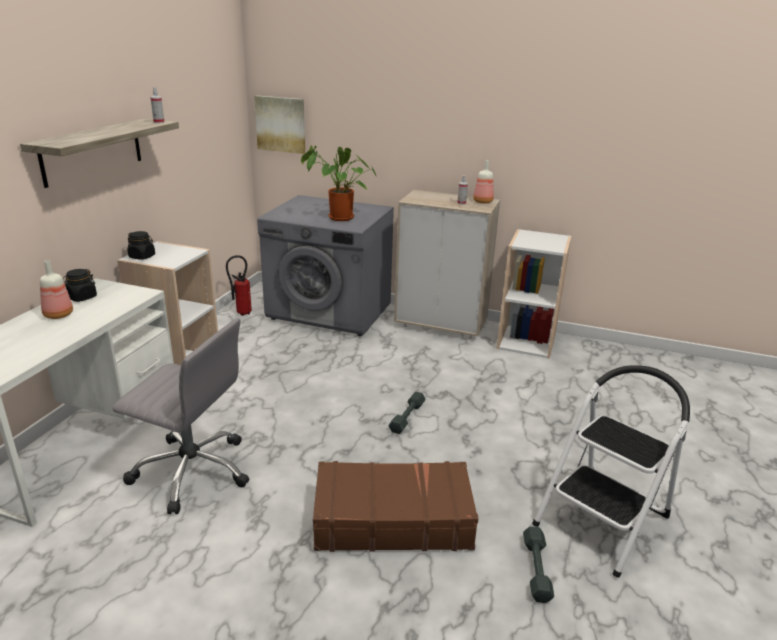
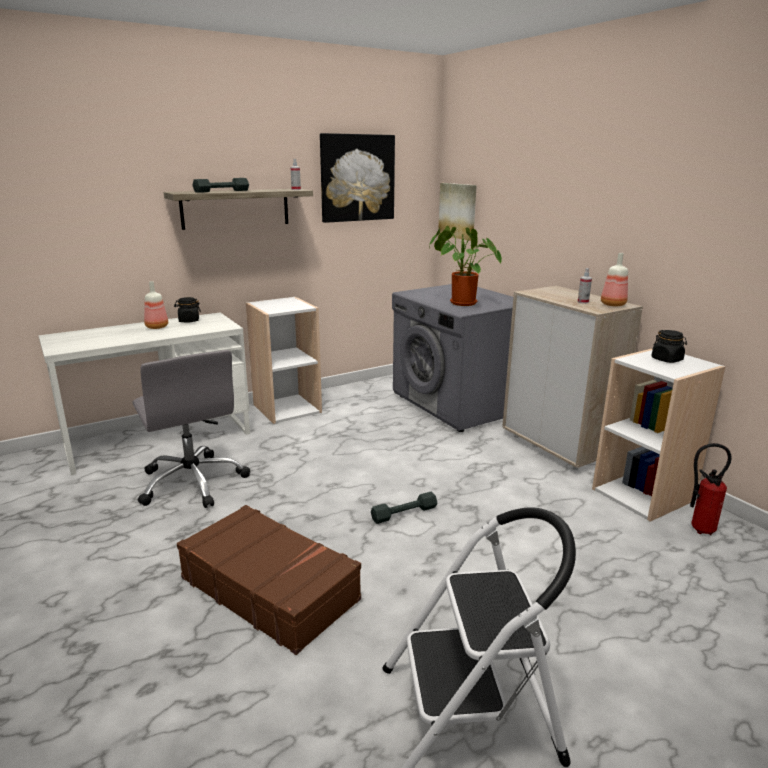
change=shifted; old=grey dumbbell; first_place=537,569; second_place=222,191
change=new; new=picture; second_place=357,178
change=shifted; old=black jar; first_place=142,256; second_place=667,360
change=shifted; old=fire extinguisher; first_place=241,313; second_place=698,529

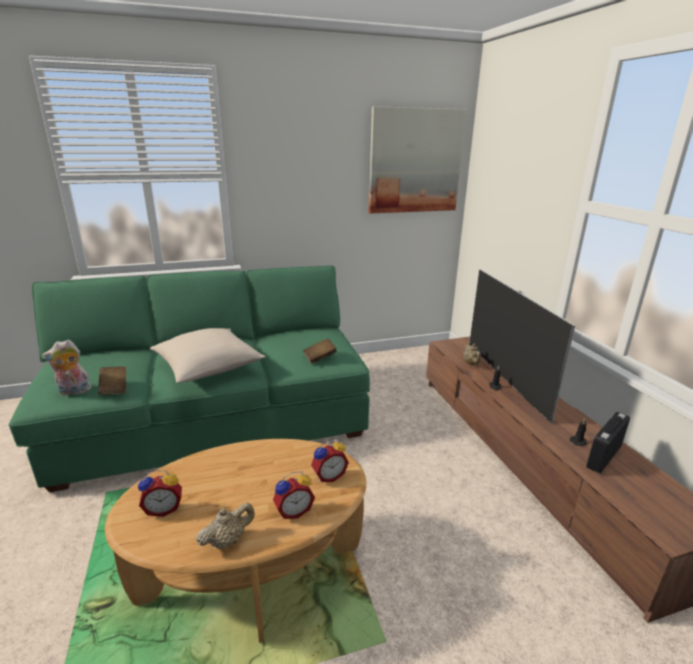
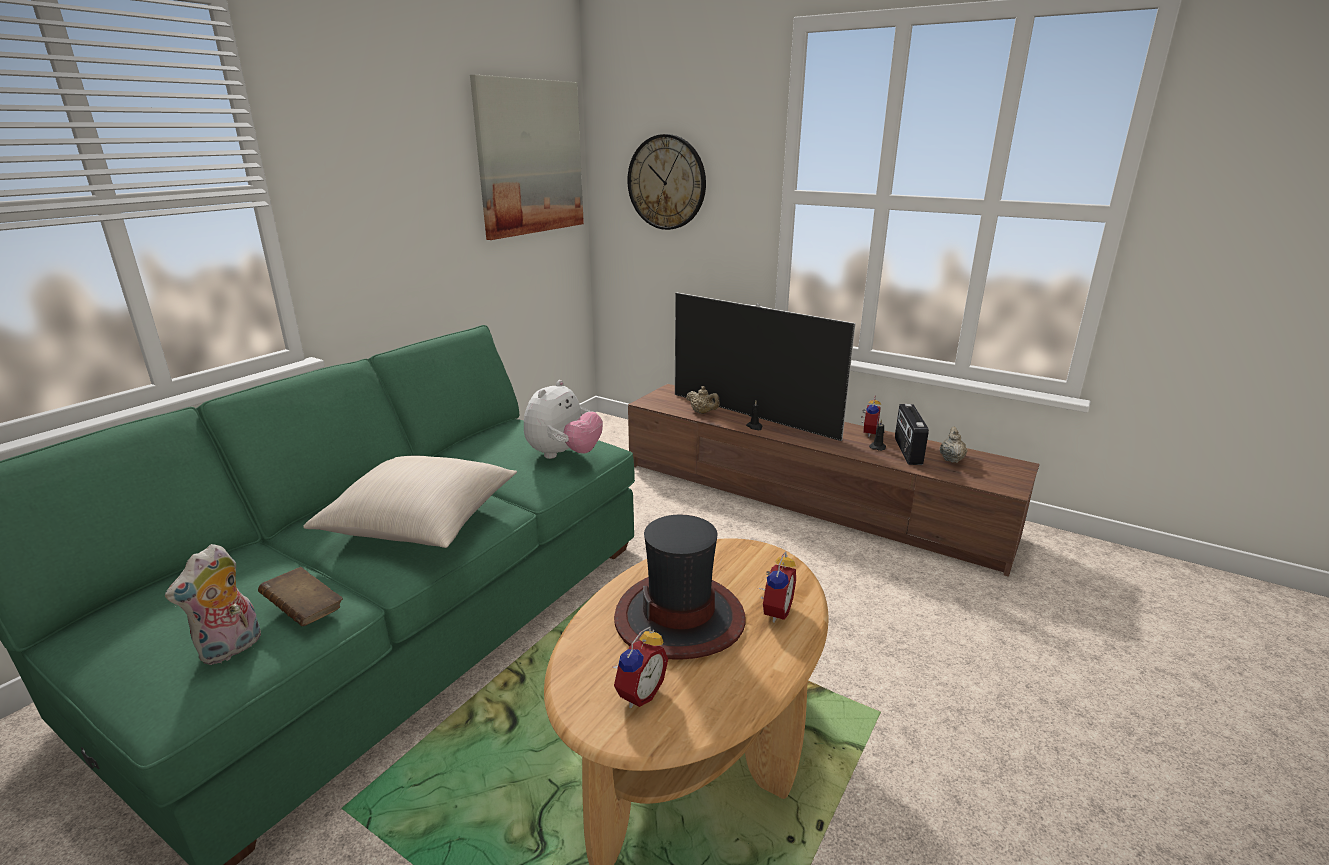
change=swapped; old=brown book; new=plush toy; first_place=320,357; second_place=564,455
change=new; new=hat; second_place=680,617
change=new; new=wall clock; second_place=666,182
change=shifted; old=alarm clock; first_place=328,476; second_place=867,433
change=shifted; old=beige teapot; first_place=228,540; second_place=951,459

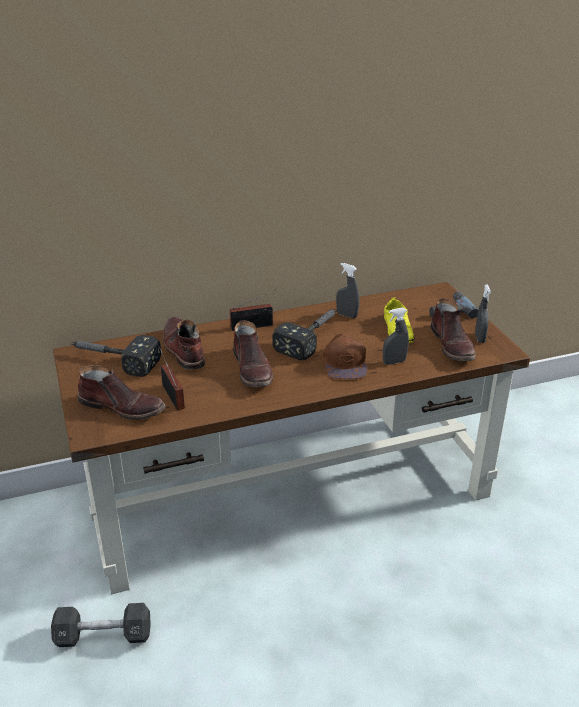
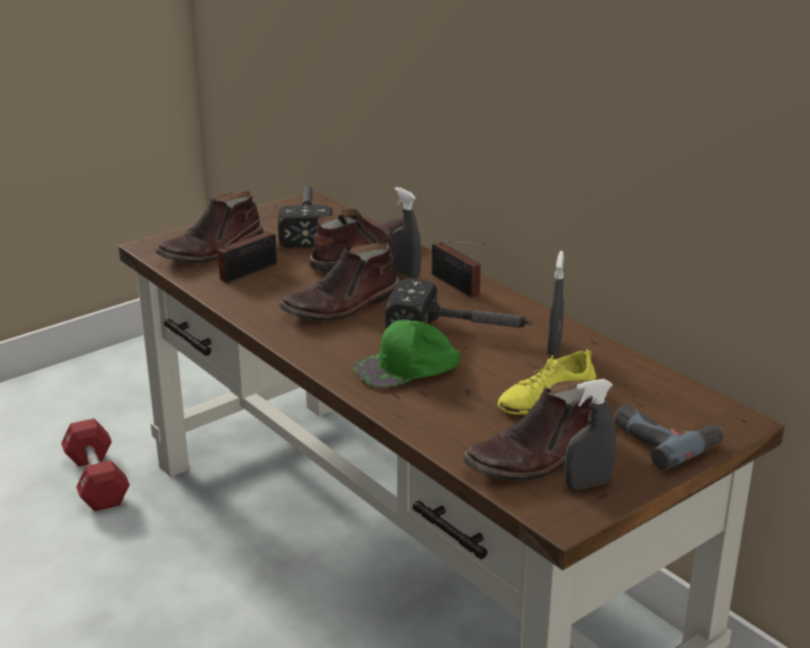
change=repainted; old=black dumbbell; new=red dumbbell; first_place=103,636; second_place=97,480
change=rotated; old=brown boot; first_place=123,407; second_place=212,250; degrees=45
change=repainted; old=brown cap; new=green cap; first_place=345,362; second_place=408,368
change=shifted; old=grey spray bottle; first_place=394,362; second_place=405,273

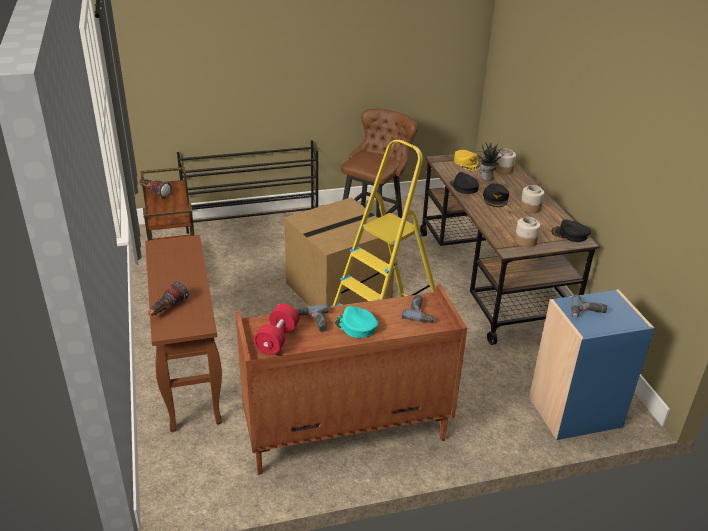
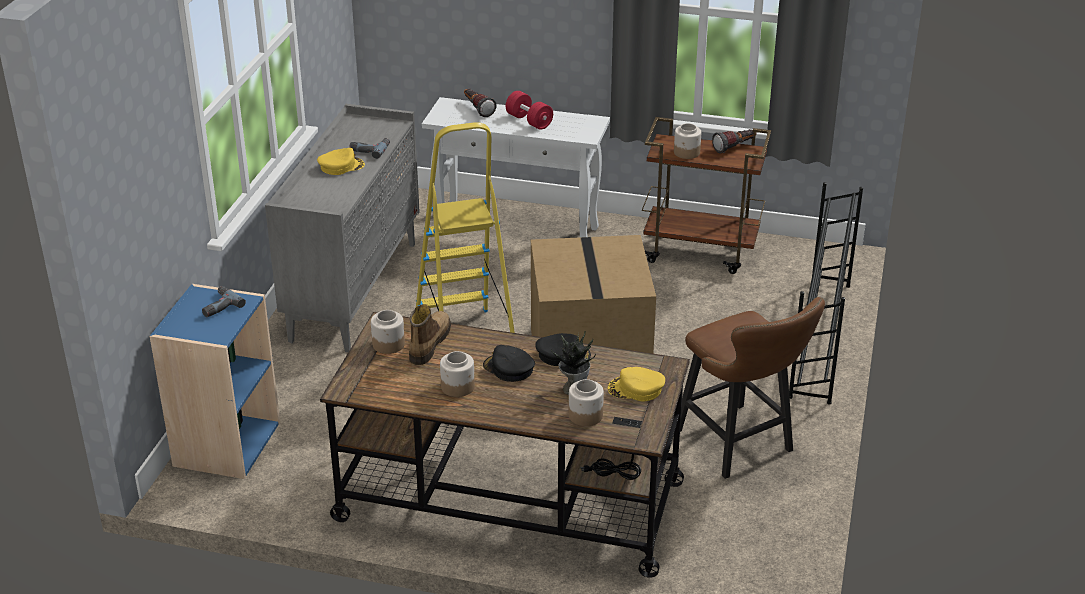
change=repainted; old=brown cabinet; new=grey cabinet; first_place=345,435; second_place=355,290
change=repainted; old=turquoise cap; new=yellow cap; first_place=356,326; second_place=341,166
change=new; new=boot; second_place=428,343
change=repainted; old=brown console table; new=white console table; first_place=189,376; second_place=518,230
change=shifted; old=red dumbbell; first_place=277,339; second_place=529,121
change=new; new=jar; second_place=687,153
change=gone; old=power drill; first_place=421,312
change=gone; old=black cap; first_place=570,234

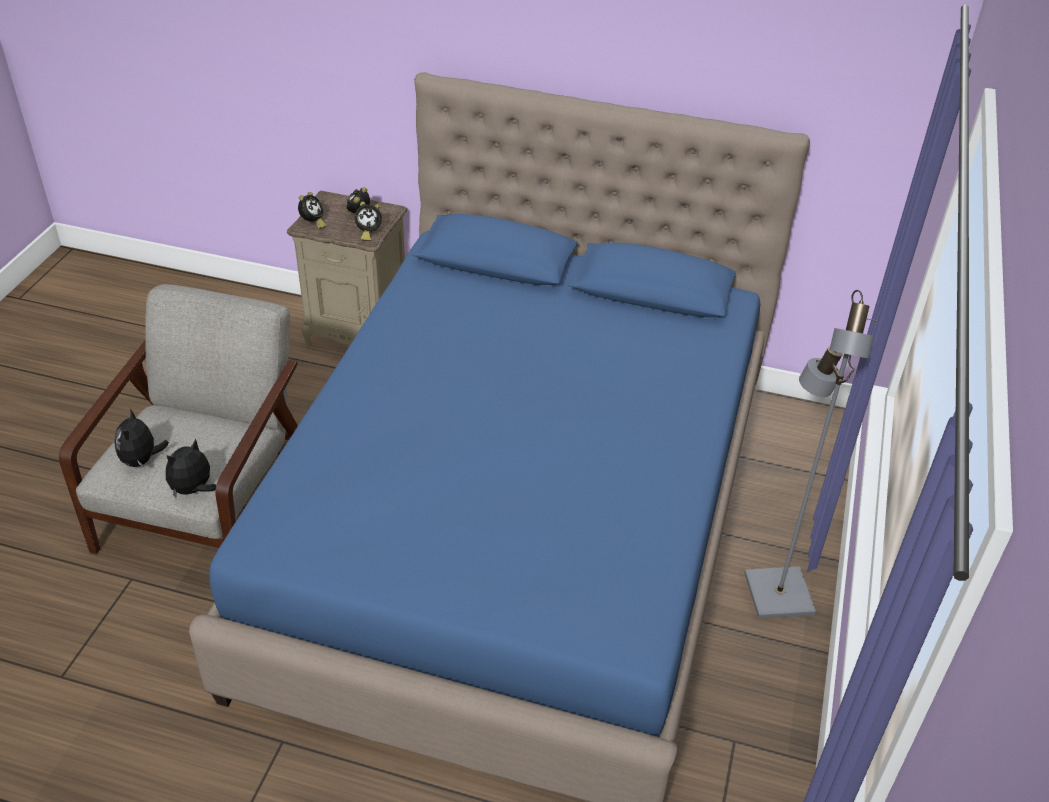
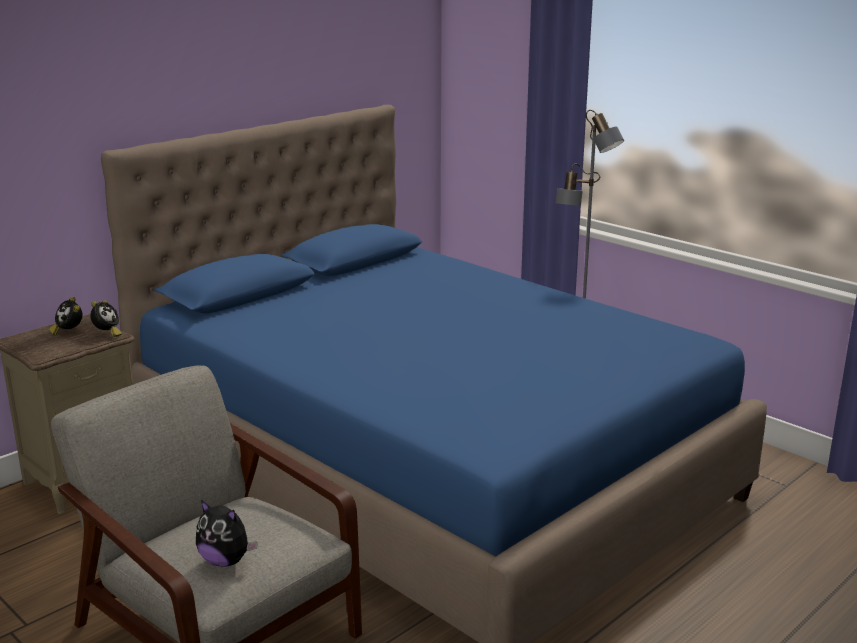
change=gone; old=plush toy; first_place=193,490
change=gone; old=alarm clock; first_place=312,223

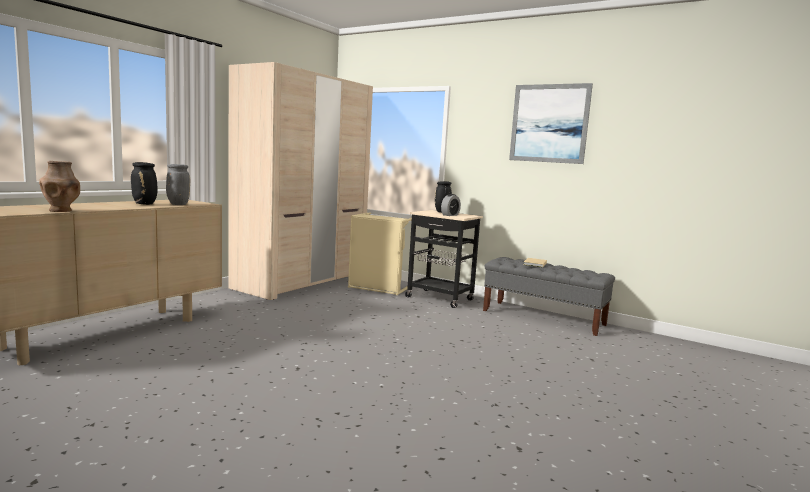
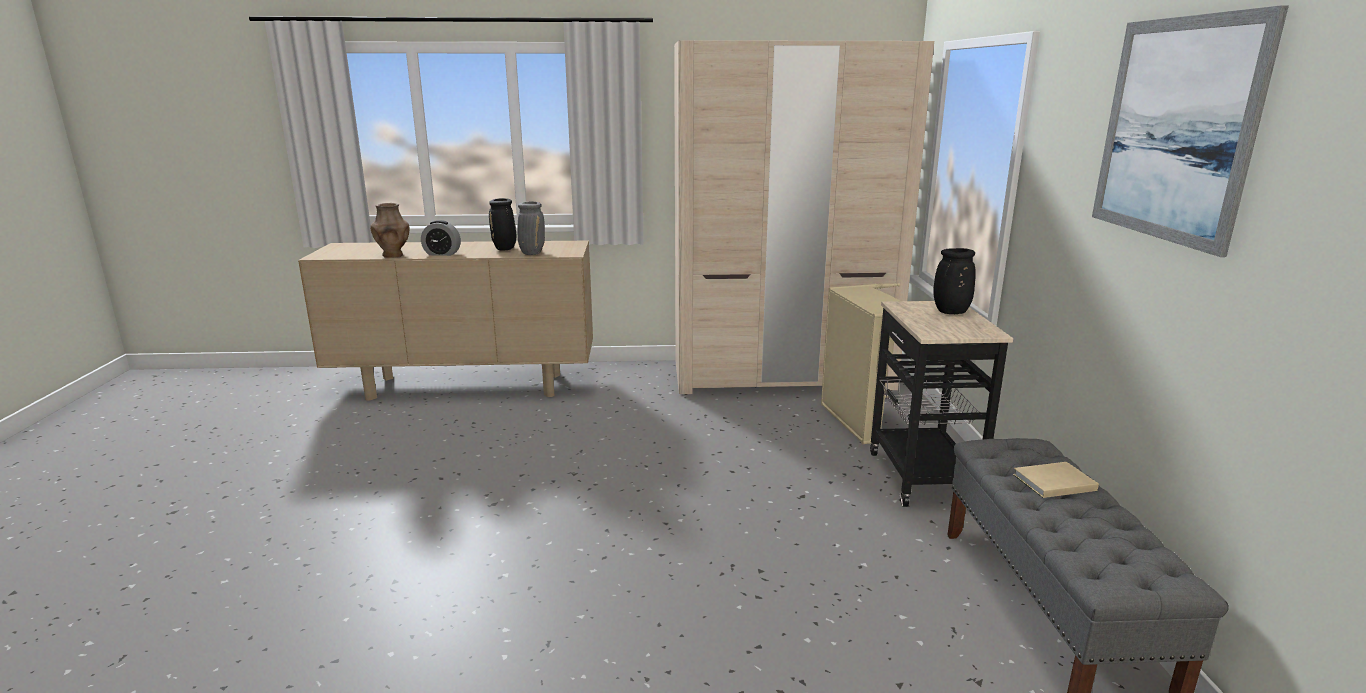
change=shifted; old=alarm clock; first_place=450,215; second_place=442,254

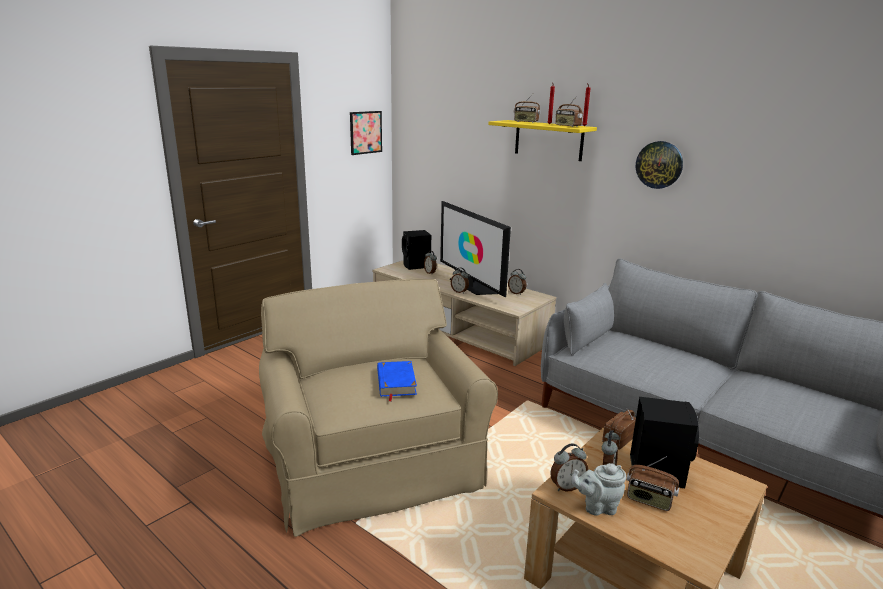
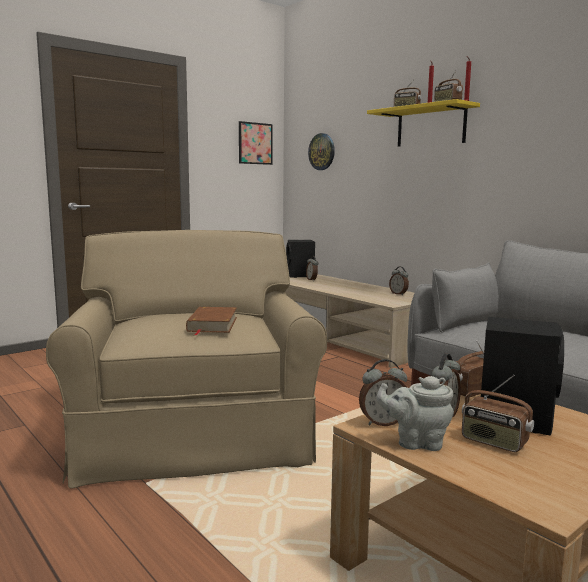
change=repainted; old=blue book; new=brown book; first_place=395,382; second_place=212,324
change=shifted; old=wall clock; first_place=659,164; second_place=322,151
change=gone; old=television; first_place=471,285
change=gone; old=alarm clock; first_place=459,292

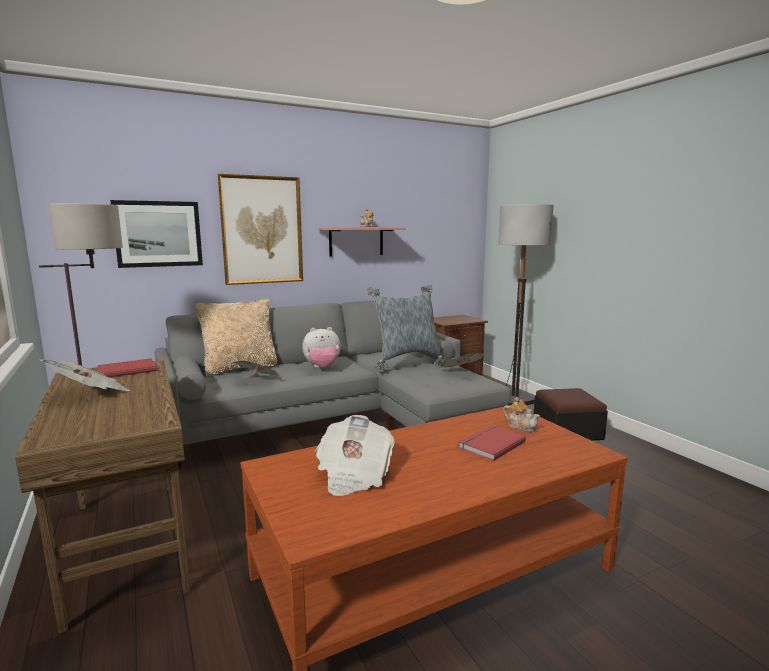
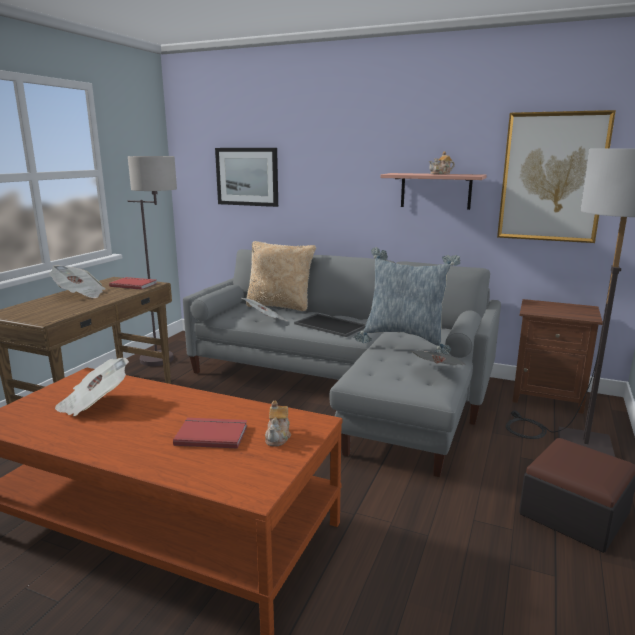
change=swapped; old=plush toy; new=tray; first_place=322,368; second_place=331,325
change=shifted; old=picture; first_place=262,230; second_place=552,177

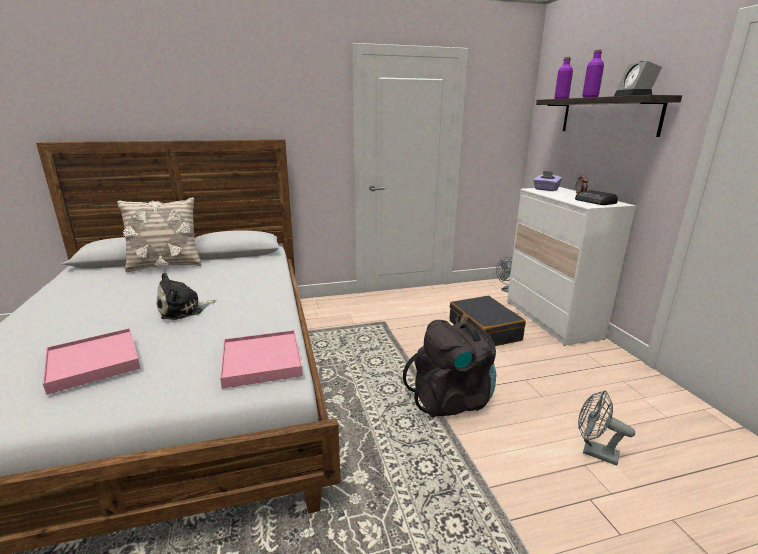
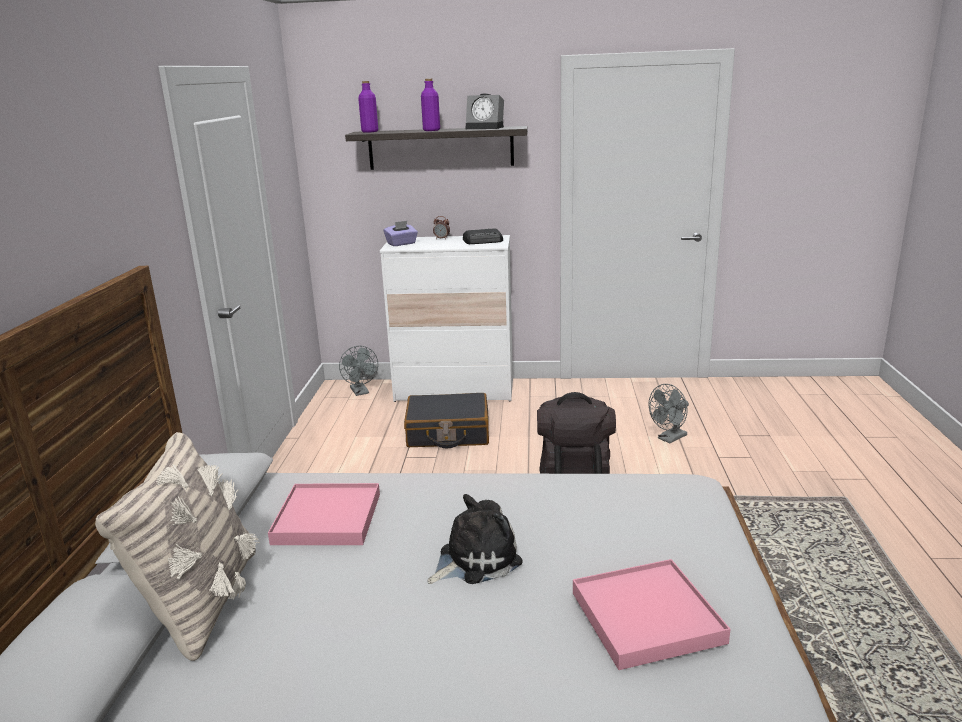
change=shifted; old=pink tray; first_place=262,361; second_place=327,518
change=rotated; old=plush toy; first_place=183,310; second_place=475,559; degrees=-105

